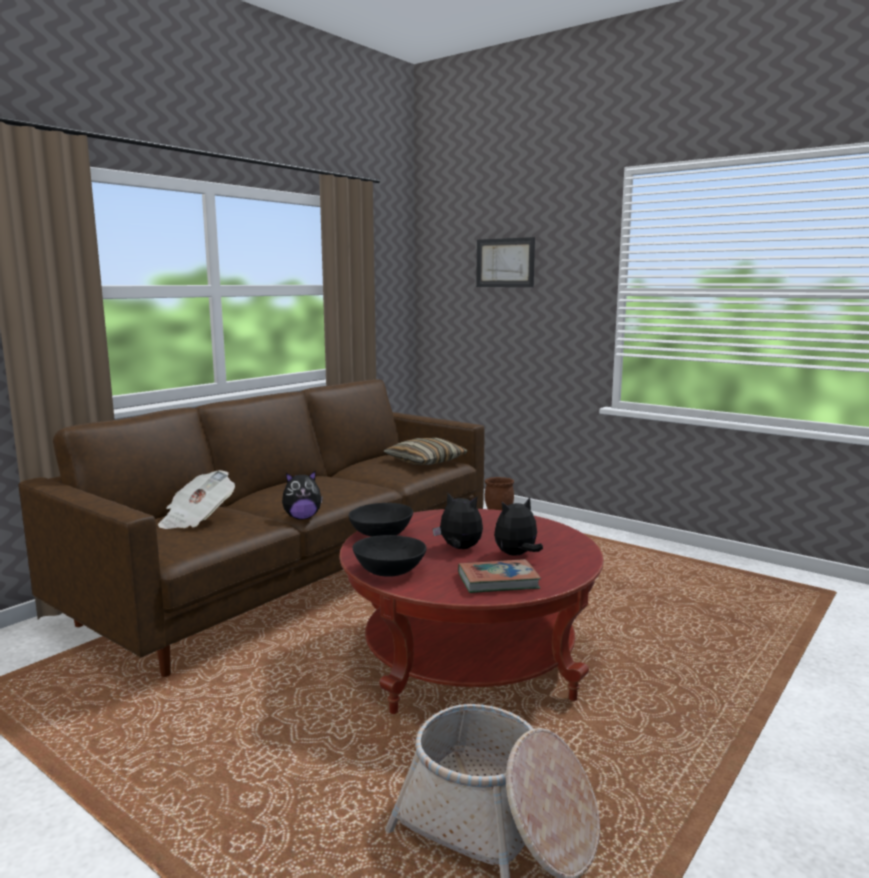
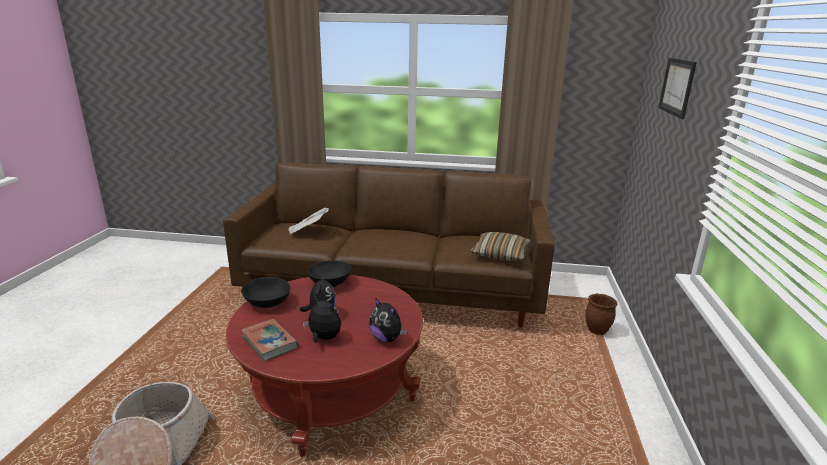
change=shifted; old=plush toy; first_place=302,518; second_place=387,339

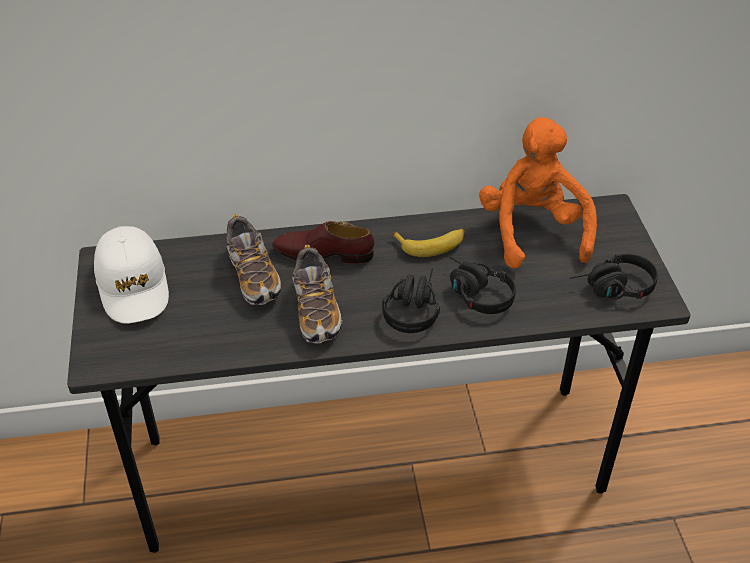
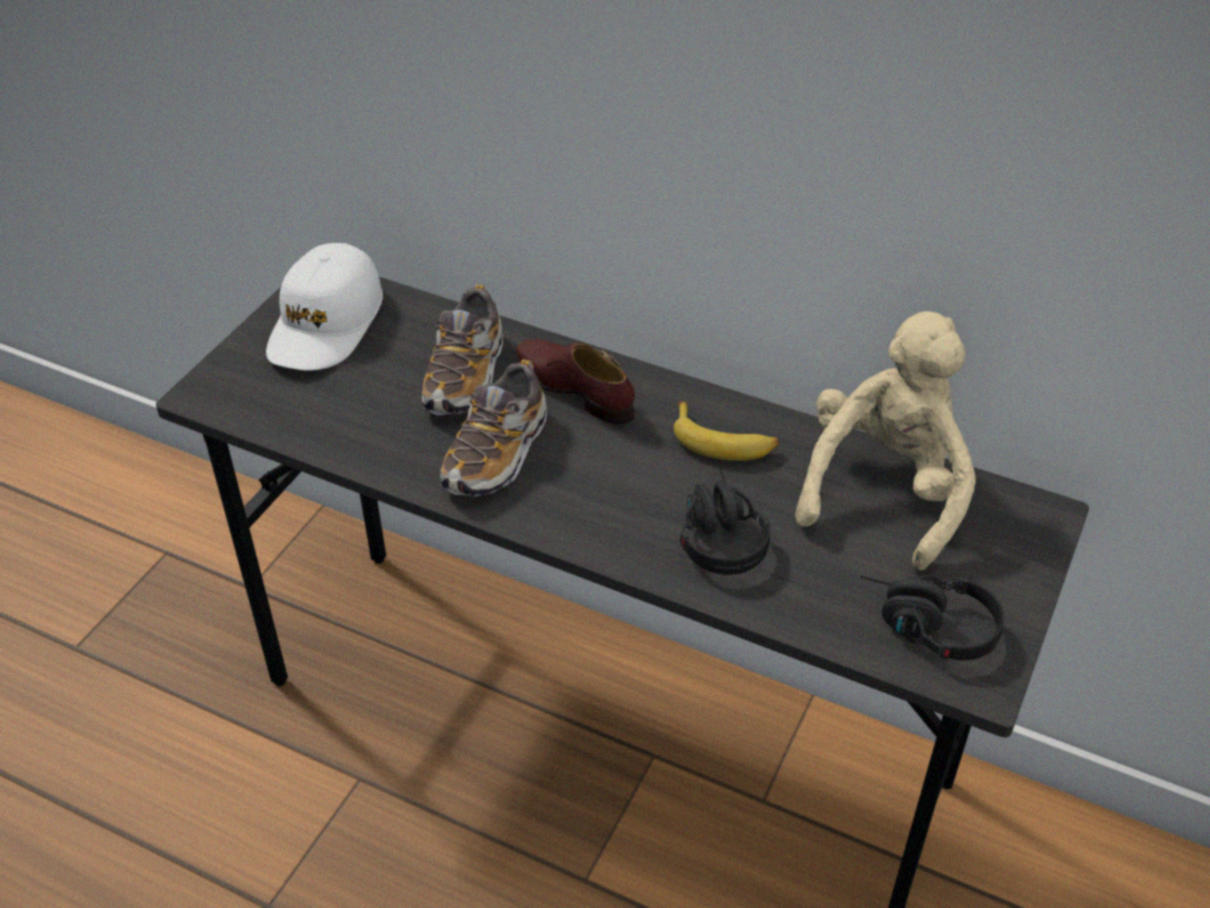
change=repainted; old=orange plush toy; new=beige plush toy; first_place=532,231; second_place=885,490
change=gone; old=black headphones; first_place=413,307

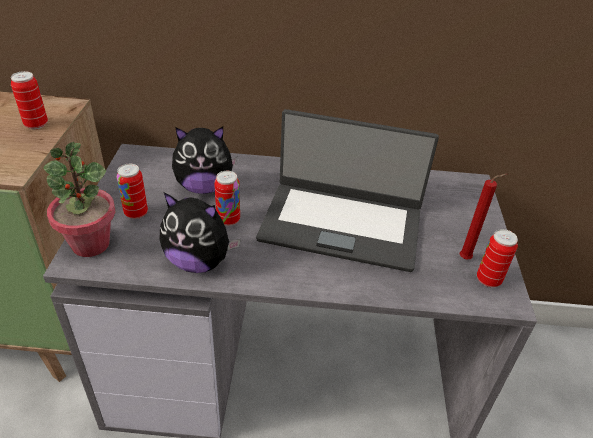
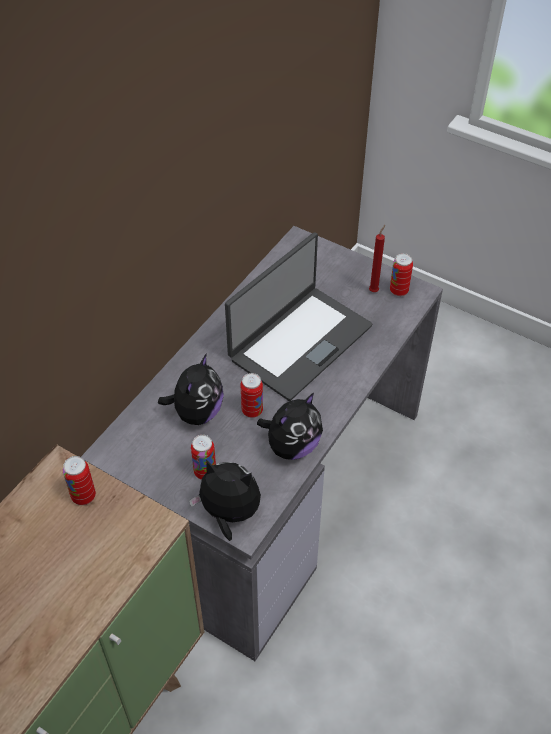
change=swapped; old=potted plant; new=plush toy; first_place=90,244; second_place=229,514

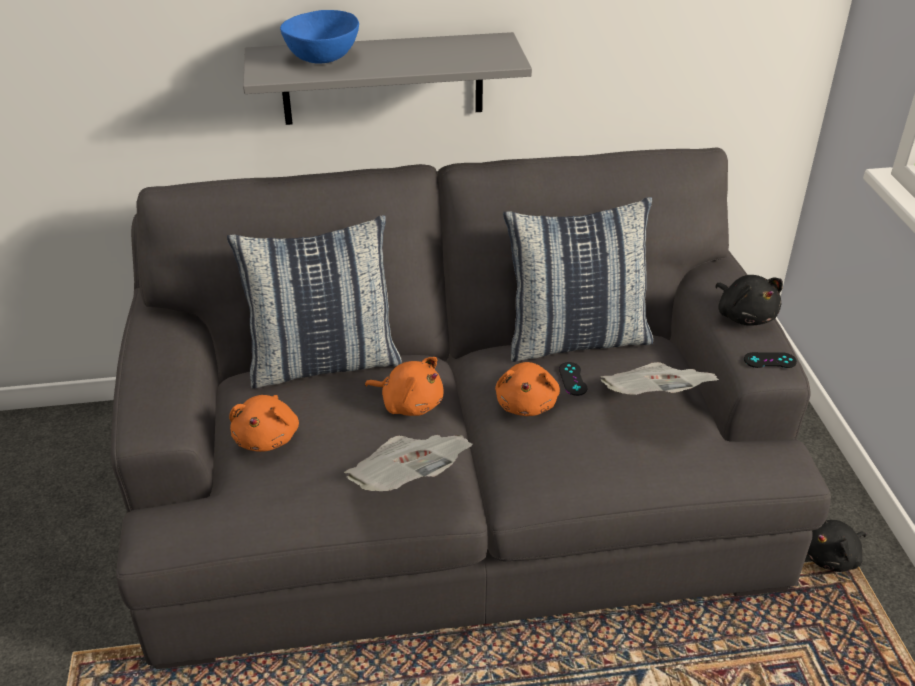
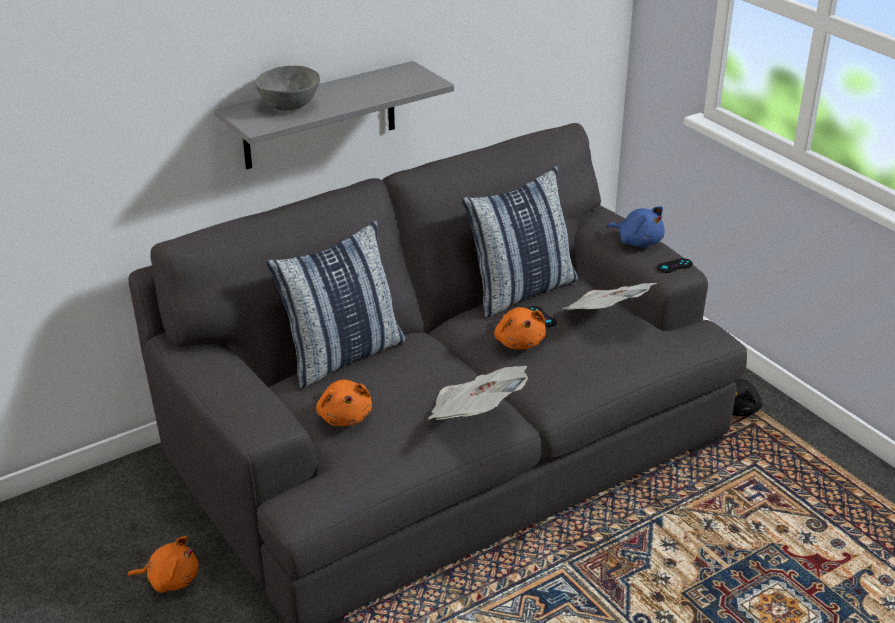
change=shifted; old=orange plush toy; first_place=409,403; second_place=170,579
change=repainted; old=blue bowl; new=grey bowl; first_place=324,58; second_place=291,105
change=repainted; old=black plush toy; new=blue plush toy; first_place=744,315; second_place=638,241

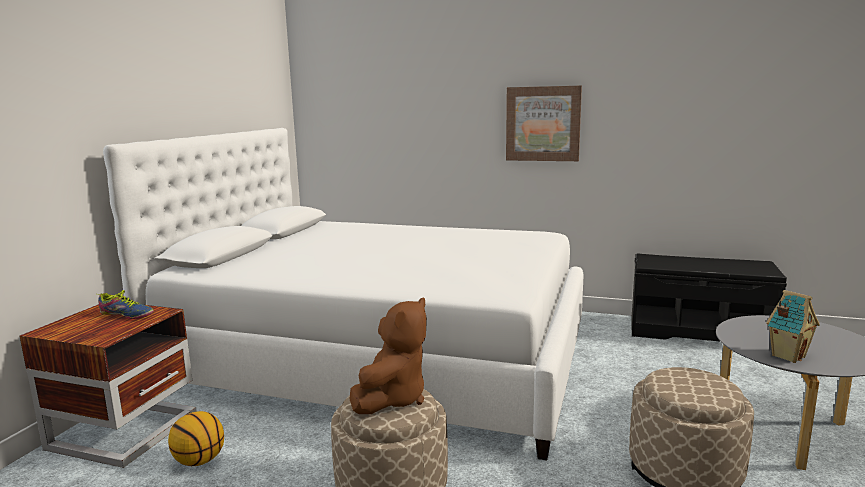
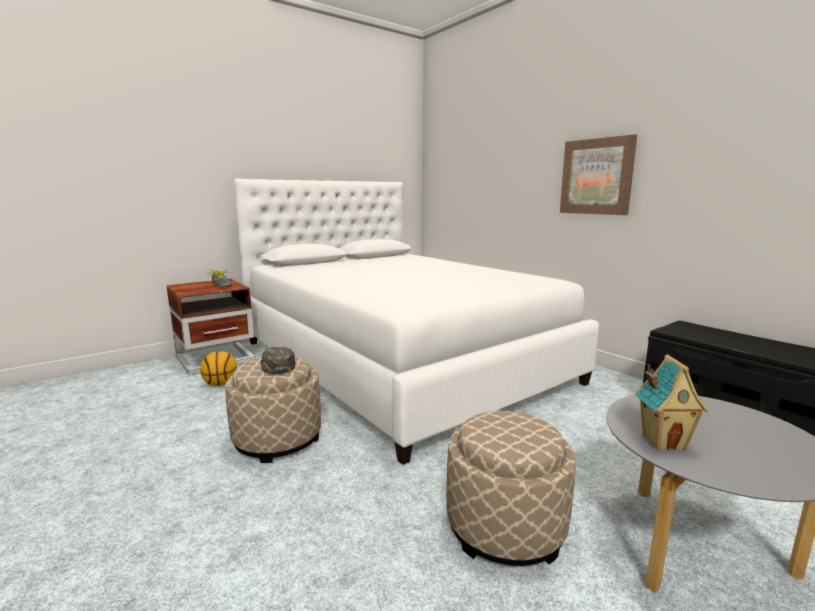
change=swapped; old=brown plush toy; new=green cap; first_place=392,398; second_place=276,365

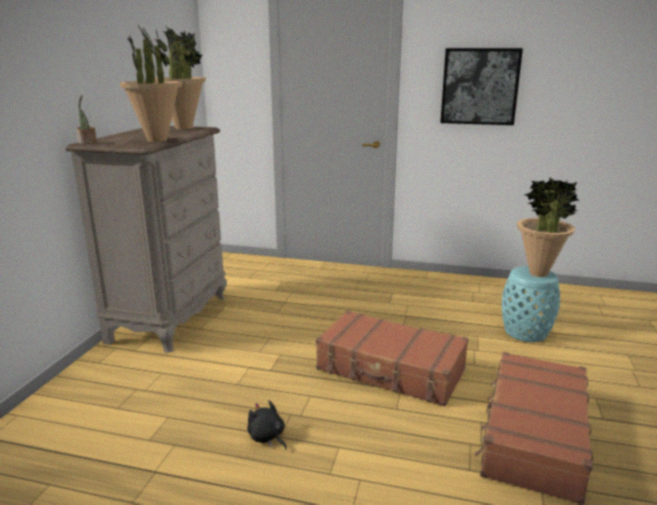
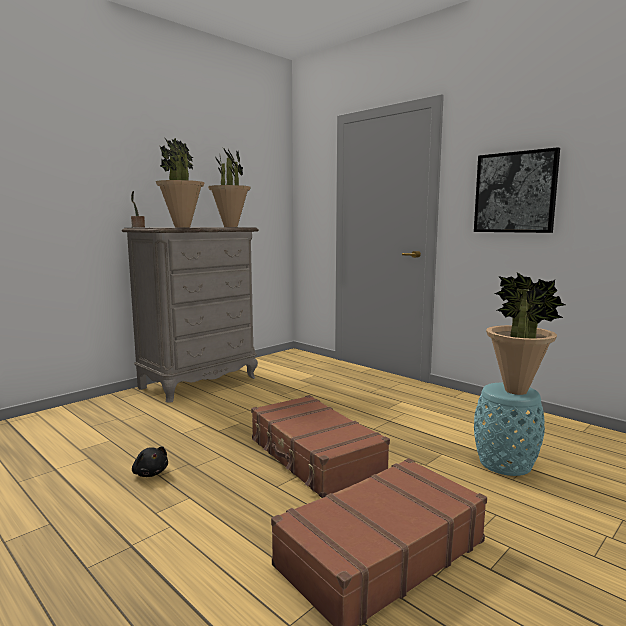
change=rotated; old=black plush toy; first_place=267,437; second_place=150,473; degrees=150

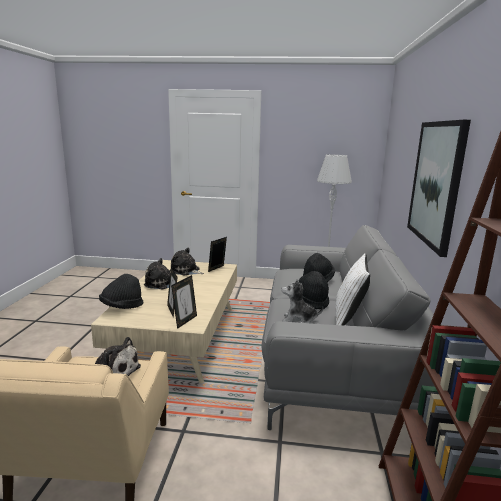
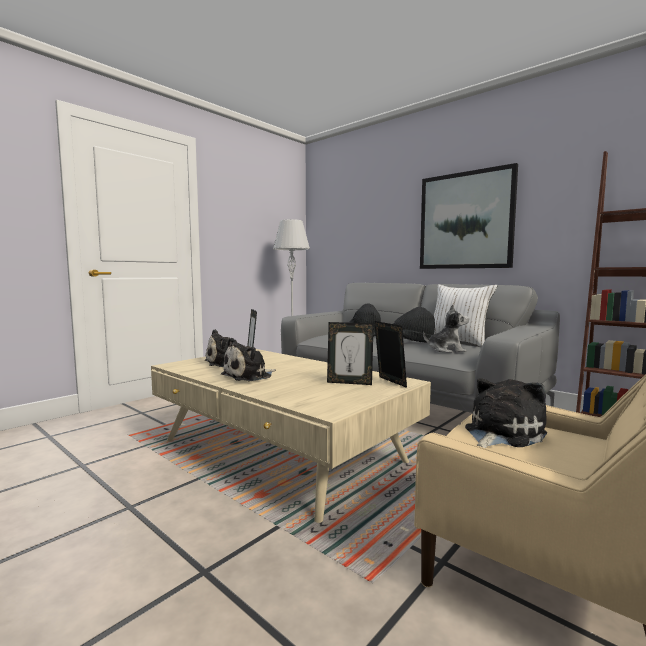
change=rotated; old=plush toy; first_place=298,320; second_place=446,350; degrees=-135
change=gone; old=black hat; first_place=122,307

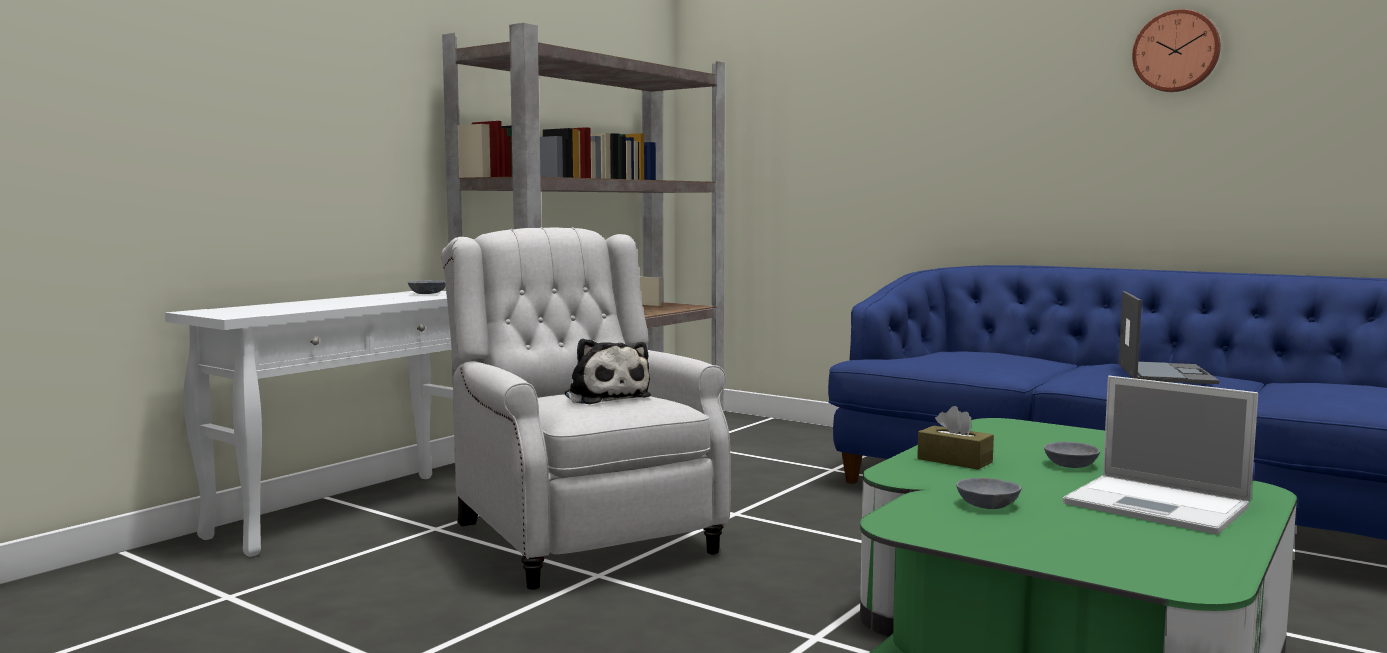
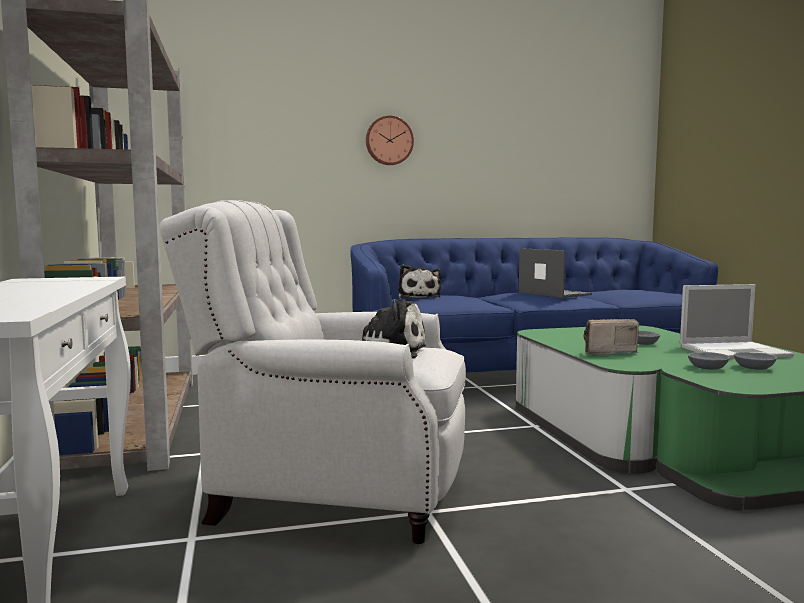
change=shifted; old=wall clock; first_place=1176,51; second_place=389,140
change=new; new=plush toy; second_place=419,297
change=swapped; old=brown tissue box; new=radio; first_place=954,460; second_place=606,352
change=shifted; old=grey bowl; first_place=429,293; second_place=753,367

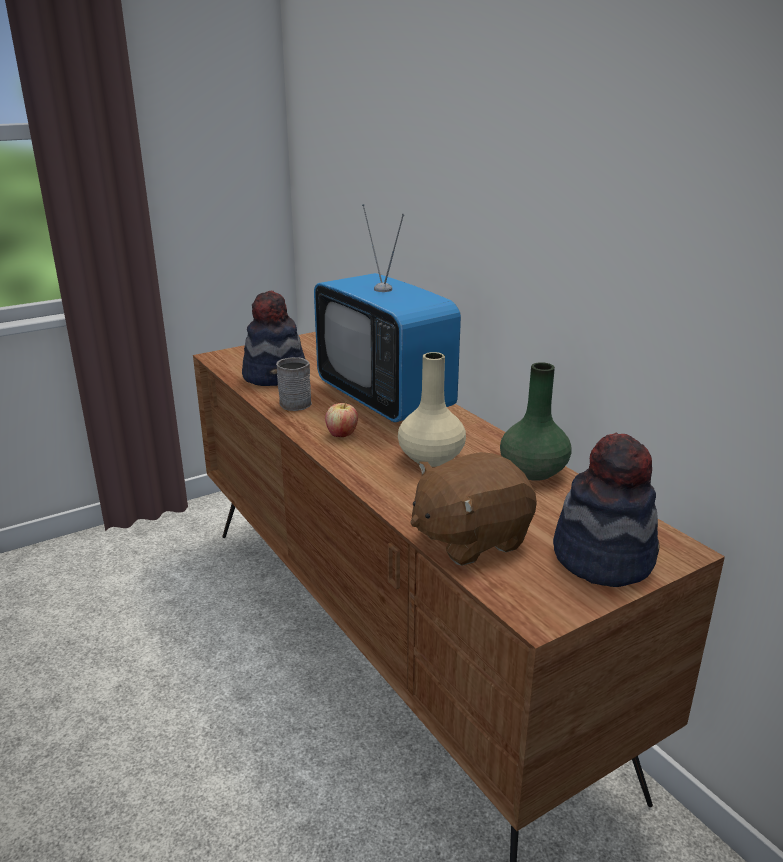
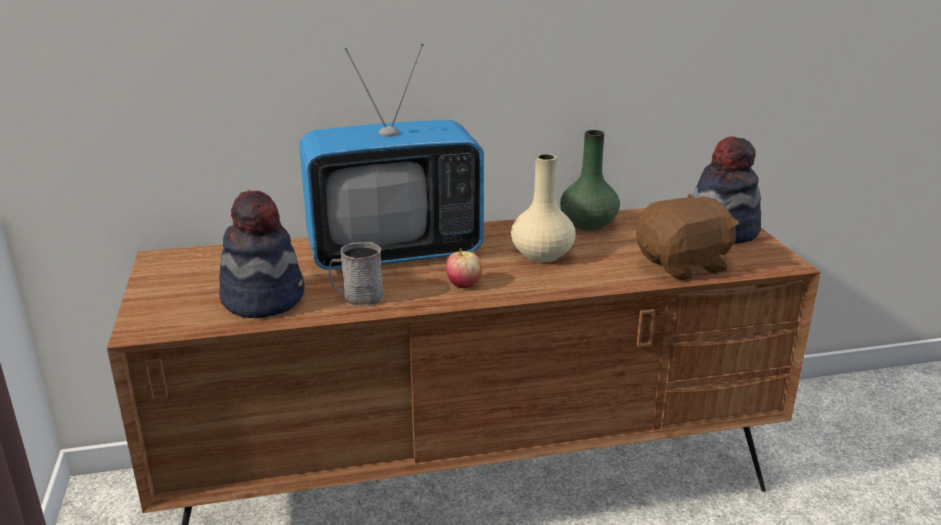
change=rotated; old=brown plush toy; first_place=469,538; second_place=684,265; degrees=-105

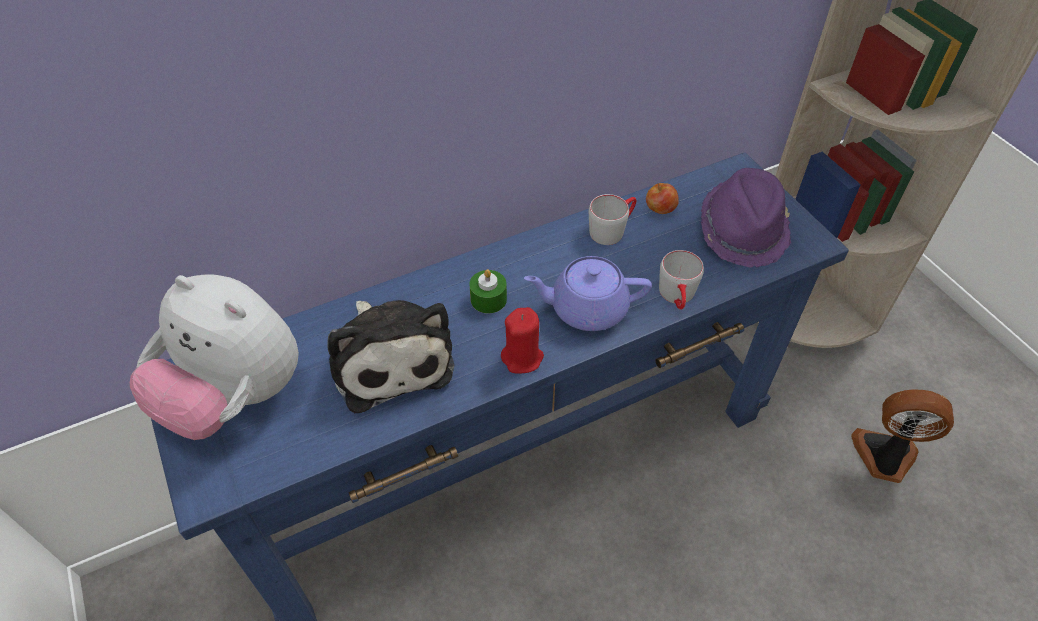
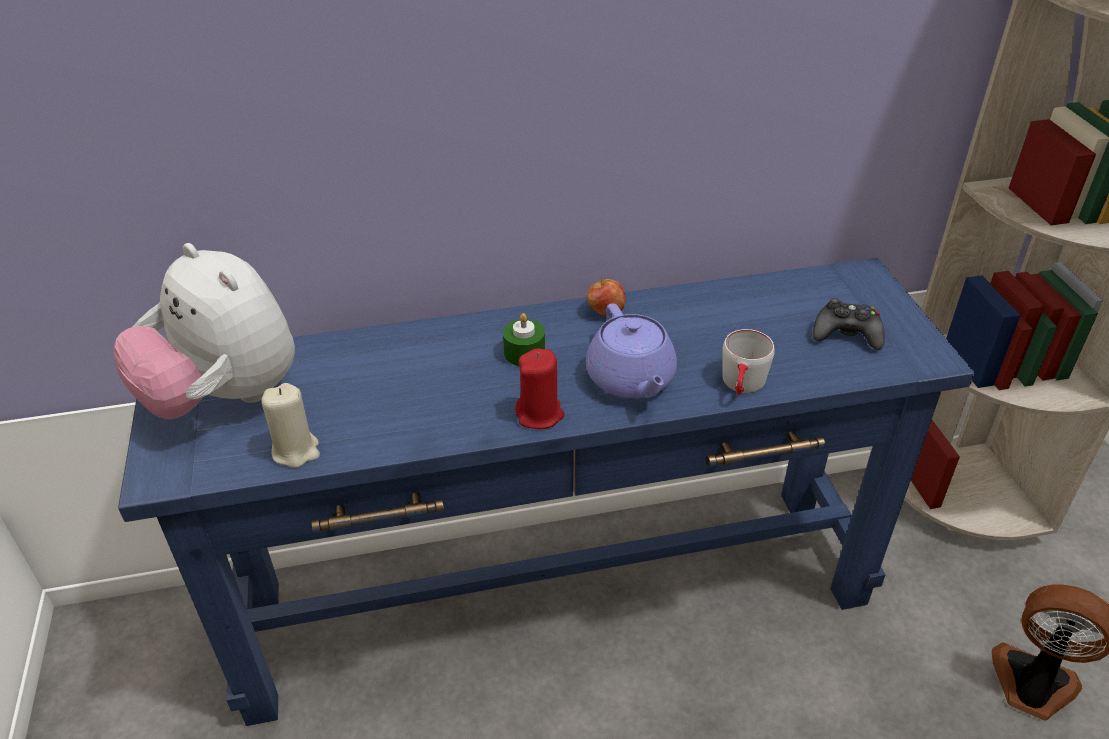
change=new; new=beige candle; second_place=296,450
change=rotated; old=purple teapot; first_place=586,309; second_place=631,380; degrees=-120
change=shifted; old=apple; first_place=660,210; second_place=605,312
change=swapped; old=purple hat; new=black game controller; first_place=743,231; second_place=847,333
change=gone; old=plush toy; first_place=390,358
change=gone; old=grey mug; first_place=612,229

